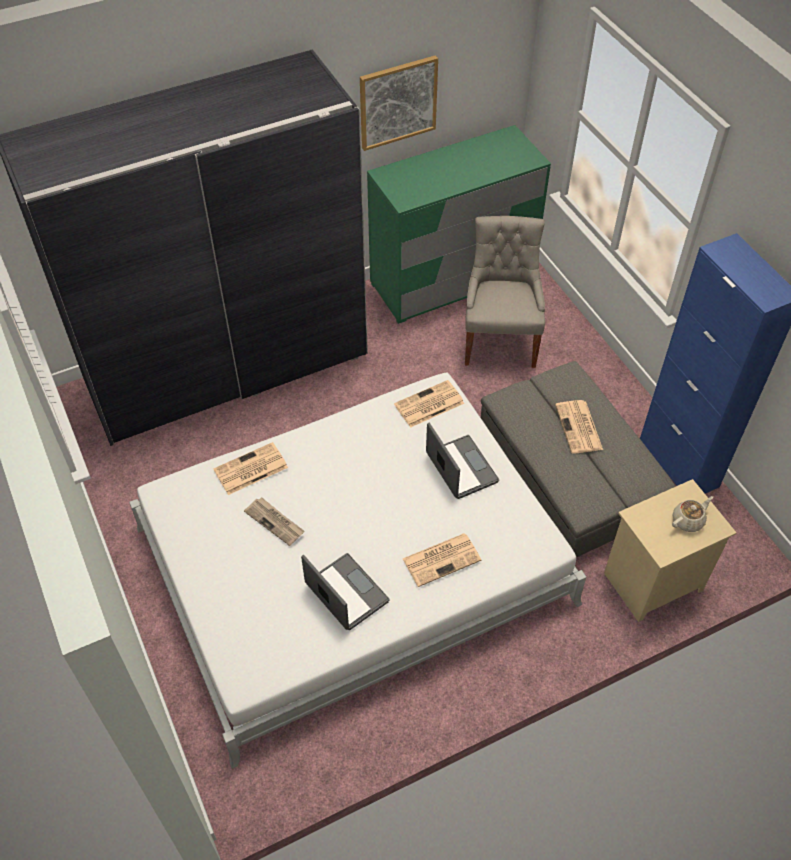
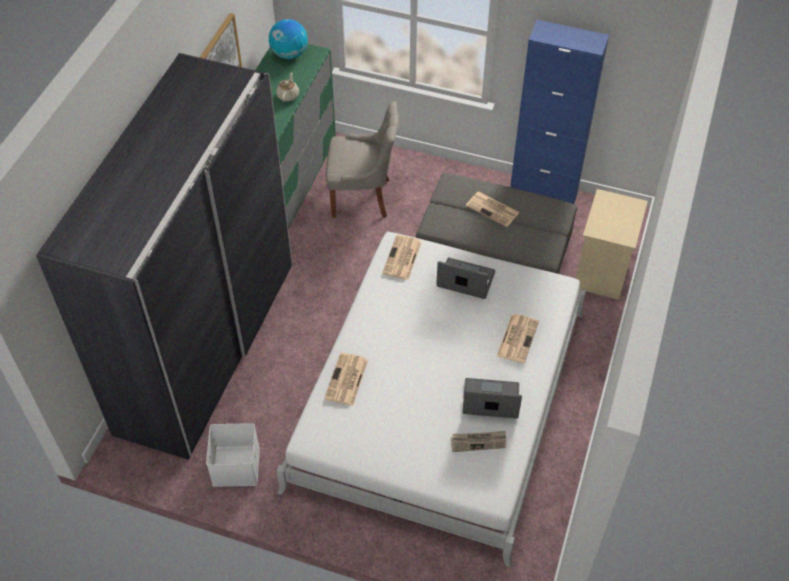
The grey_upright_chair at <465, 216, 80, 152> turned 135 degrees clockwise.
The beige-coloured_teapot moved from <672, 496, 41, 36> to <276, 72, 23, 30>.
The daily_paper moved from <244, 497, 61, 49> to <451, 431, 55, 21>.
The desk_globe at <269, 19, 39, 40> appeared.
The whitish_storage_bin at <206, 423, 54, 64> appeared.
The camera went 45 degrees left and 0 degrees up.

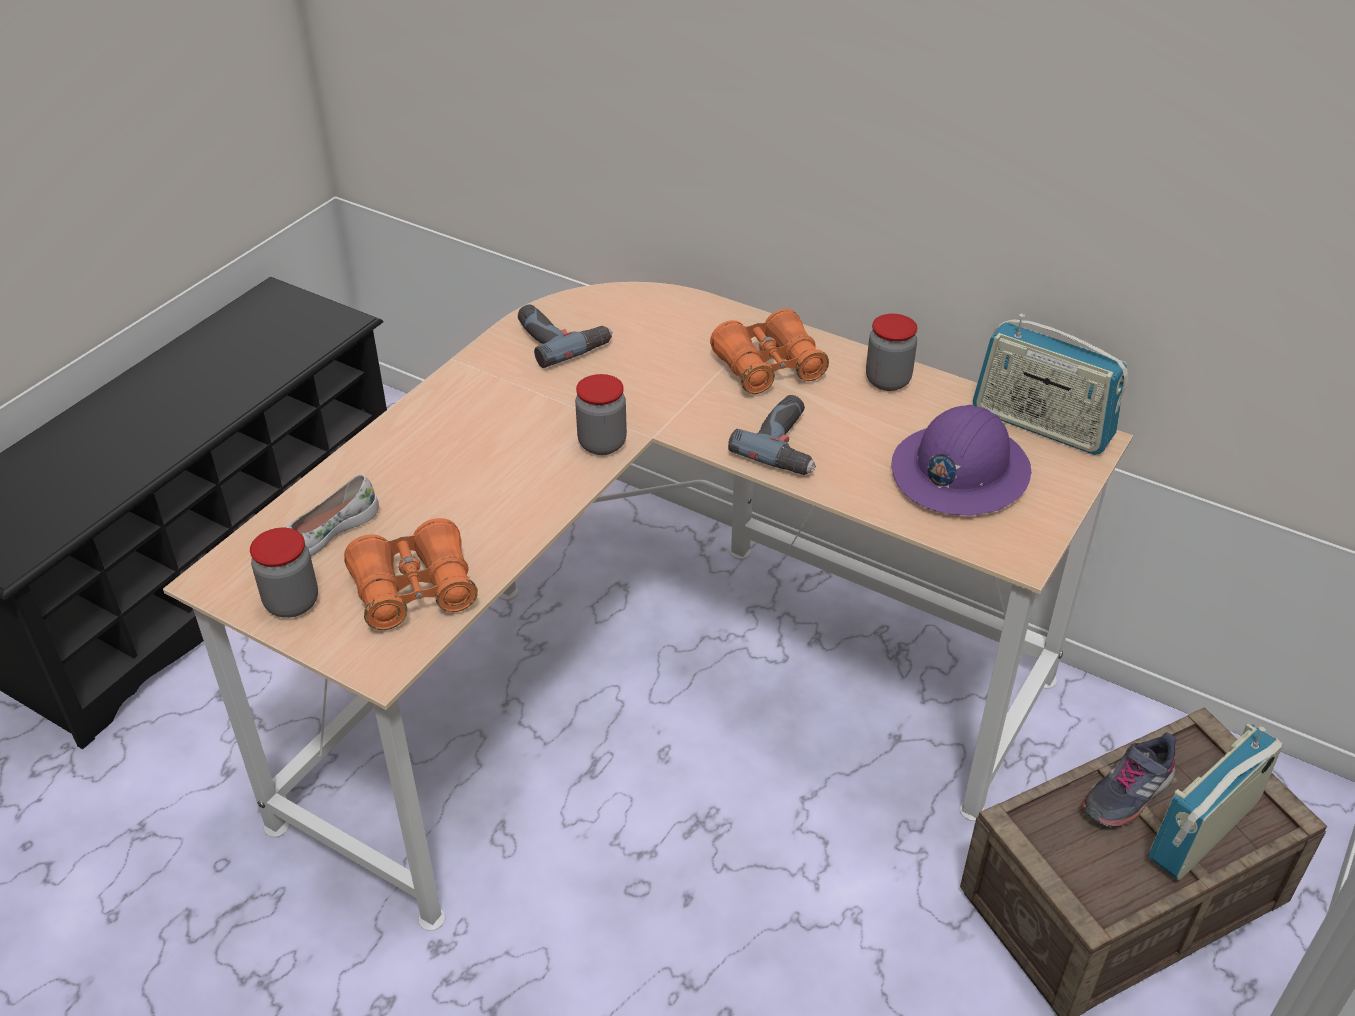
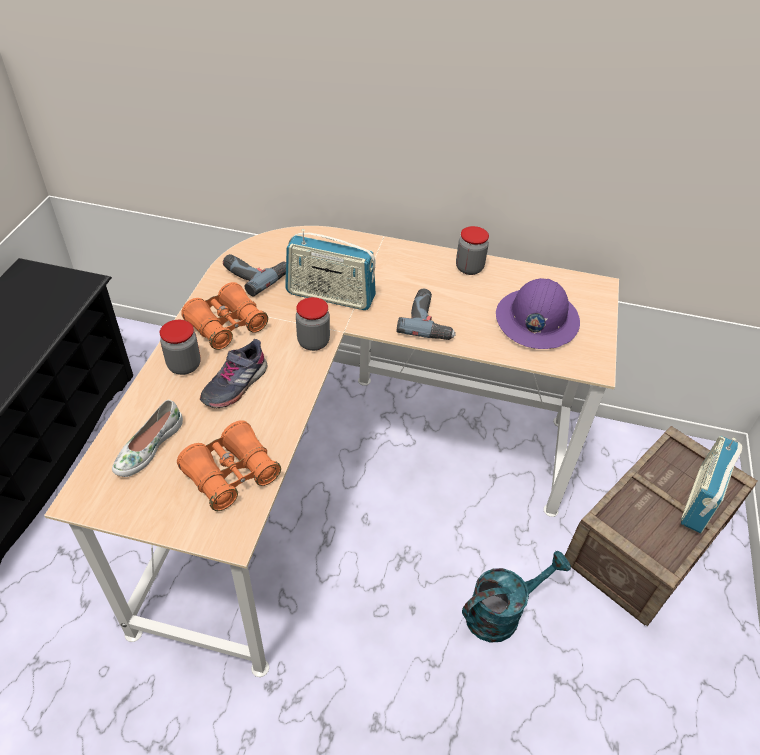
The orange_field_glasses moved from <710, 308, 119, 86> to <181, 282, 87, 68>.
The radio_set moved from <973, 314, 155, 141> to <285, 229, 91, 81>.
The storage_jar moved from <250, 528, 68, 90> to <160, 320, 41, 55>.
The grey_shoe moved from <1081, 733, 95, 94> to <200, 339, 67, 69>.
The blue-green_sprinkling_can at <462, 551, 109, 92> appeared.
The camera went 20 degrees left and 5 degrees up.

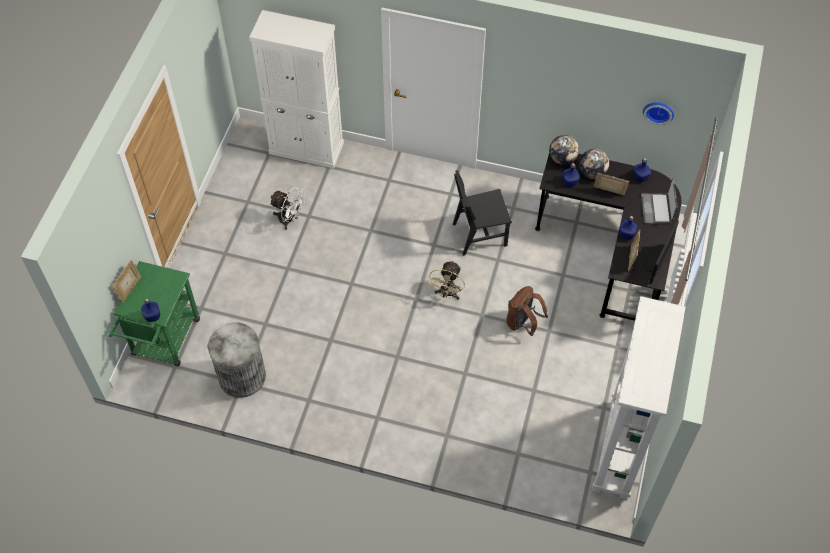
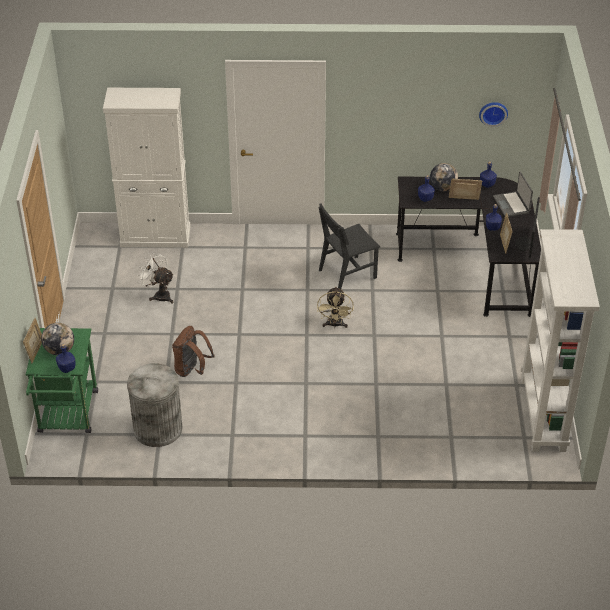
The desk_globe moved from <549, 135, 30, 30> to <41, 323, 33, 32>.
The whitish_fan at <270, 187, 35, 43> turned 150 degrees counterclockwise.
The brown-coloured_knapsack moved from <506, 286, 42, 50> to <172, 326, 43, 51>.
The camera went 15 degrees left and 15 degrees down.

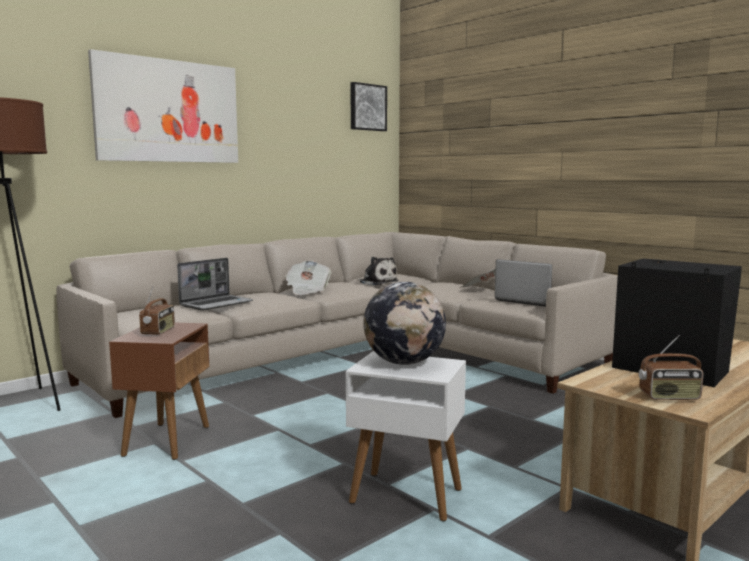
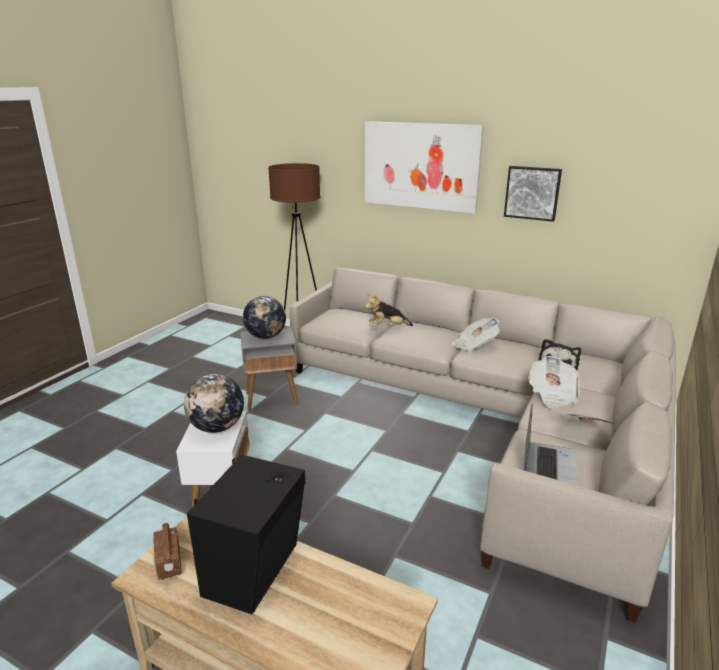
The wall_art moved from <350, 82, 37, 49> to <504, 166, 58, 56>.
The laptop at <177, 258, 76, 53> was replaced by the plush_toy at <365, 293, 48, 34>.
The radio_set at <139, 287, 36, 48> was replaced by the desk_globe at <243, 296, 43, 43>.
The brown-coloured_end_table at <109, 323, 100, 137> became the grey_end_table at <240, 328, 58, 82>.
The daily_paper at <528, 356, 52, 52> appeared.
The camera went 70 degrees right and 15 degrees up.

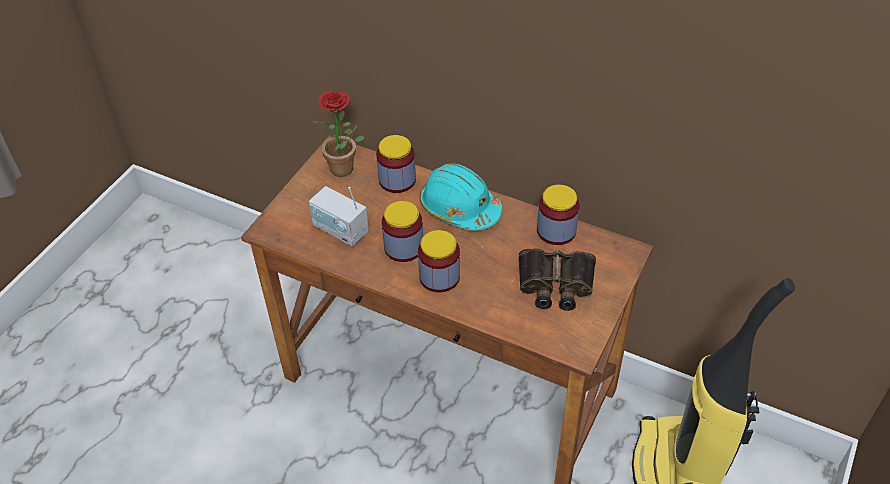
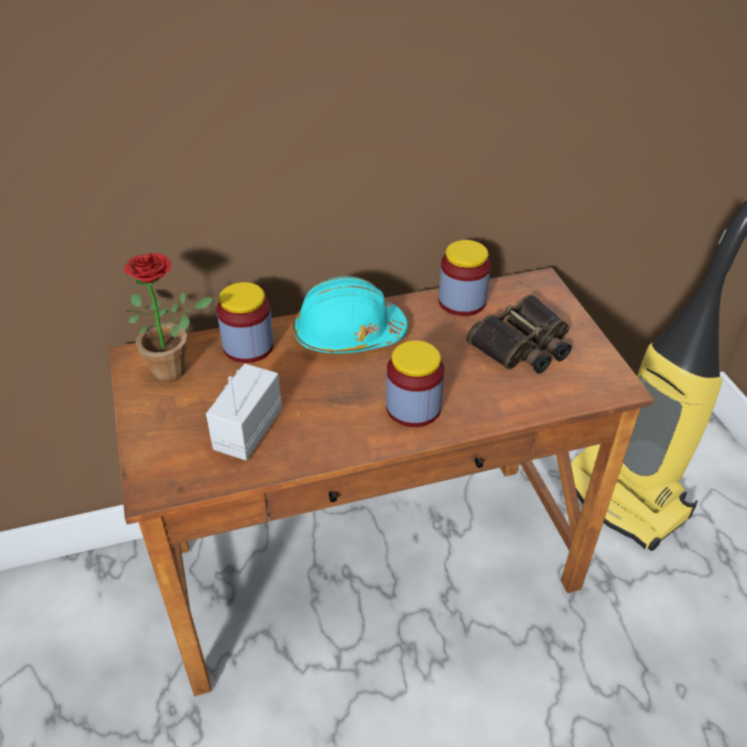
The radio_set at <309, 186, 60, 61> turned 120 degrees clockwise.
The storage_jar at <382, 201, 41, 61> disappeared.
The camera went 45 degrees left and 5 degrees down.

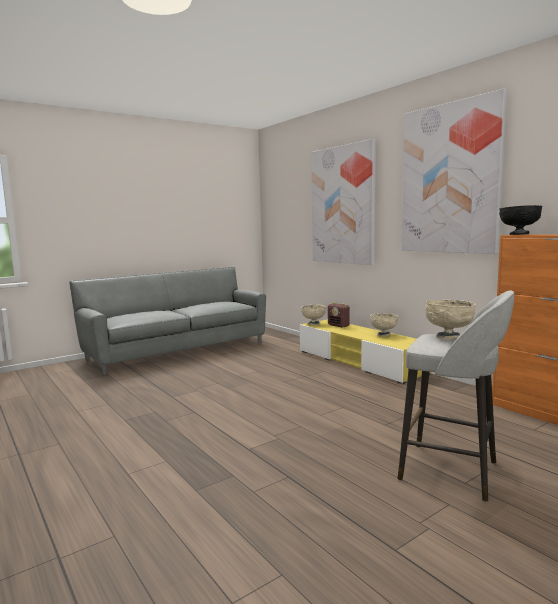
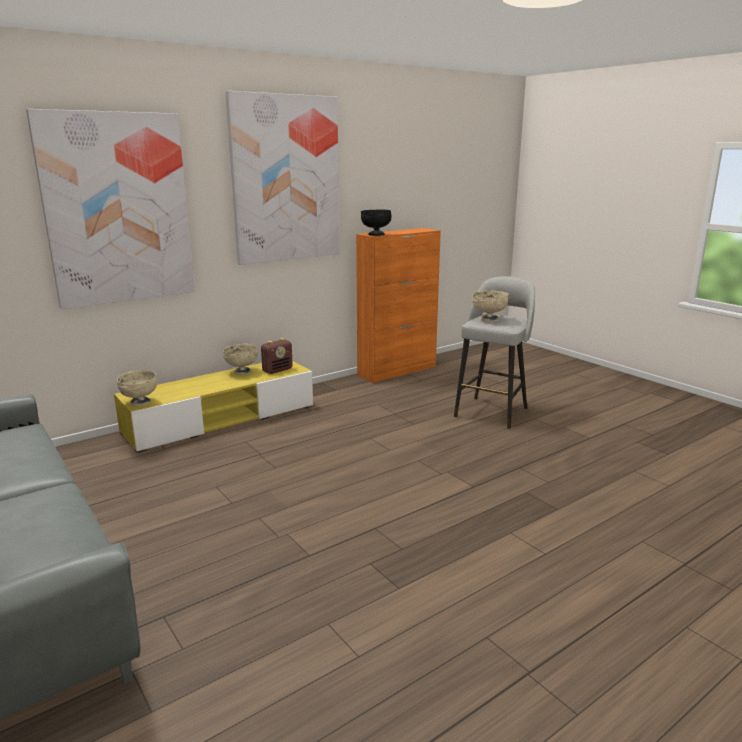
The radio_set moved from <328, 302, 22, 26> to <261, 338, 32, 36>.
The camera went 90 degrees left and 10 degrees up.

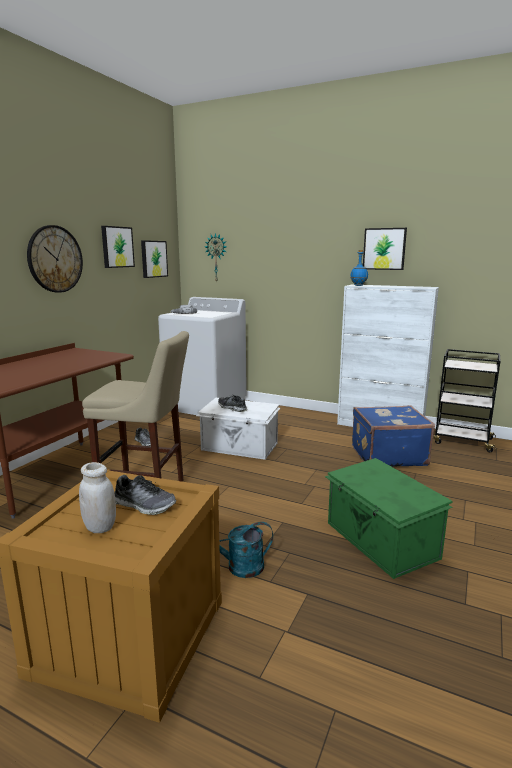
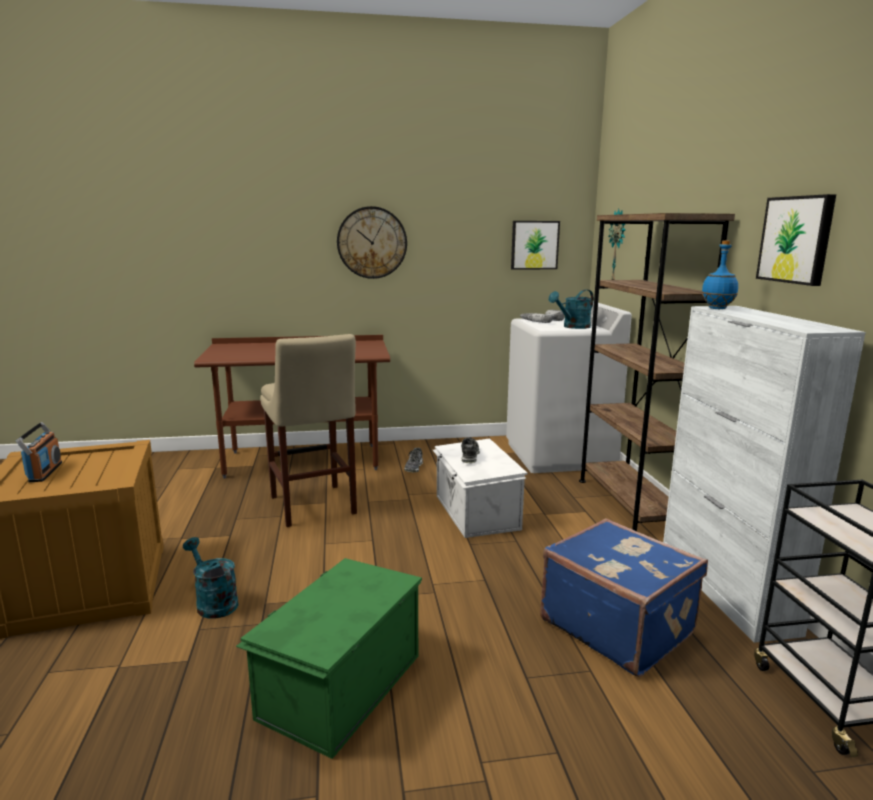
The wall_art at <101, 226, 34, 42> disappeared.
The whitish_storage_jar at <79, 462, 37, 71> was replaced by the radio_set at <16, 422, 46, 60>.
The shoe at <114, 475, 63, 40> disappeared.
The brown-coloured_shelving_unit at <579, 213, 156, 318> appeared.
The blue-green_sprinkling_can at <549, 289, 45, 40> appeared.
The camera went 55 degrees right and 0 degrees up.

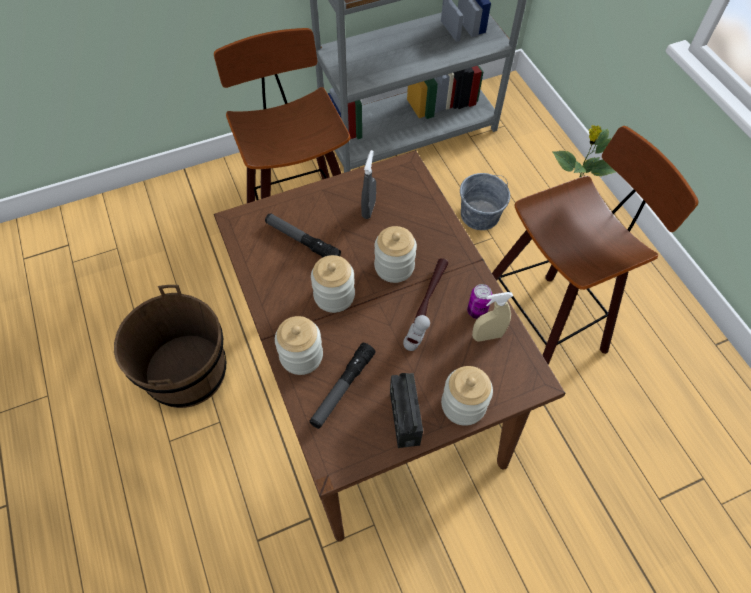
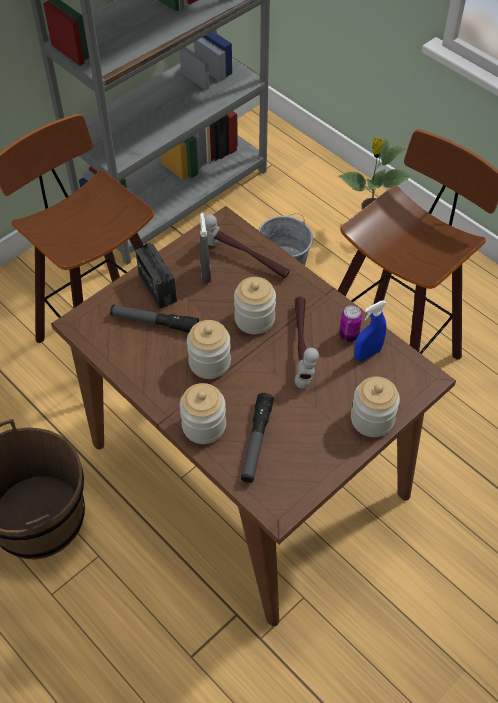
The beige-coloured_sprayer at <472, 292, 41, 50> became the bluish_sprayer at <354, 300, 33, 61>.
The radio_set moved from <390, 373, 33, 75> to <135, 242, 42, 67>.
The hand_hammer at <204, 214, 86, 65> appeared.
The camera went 20 degrees left and 5 degrees down.

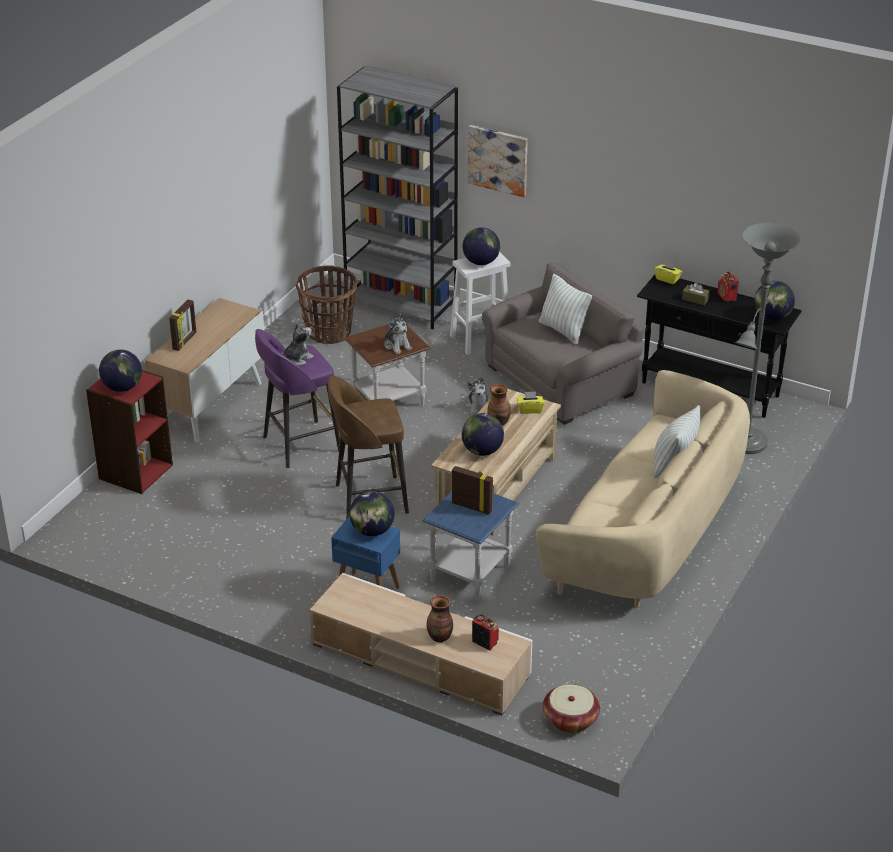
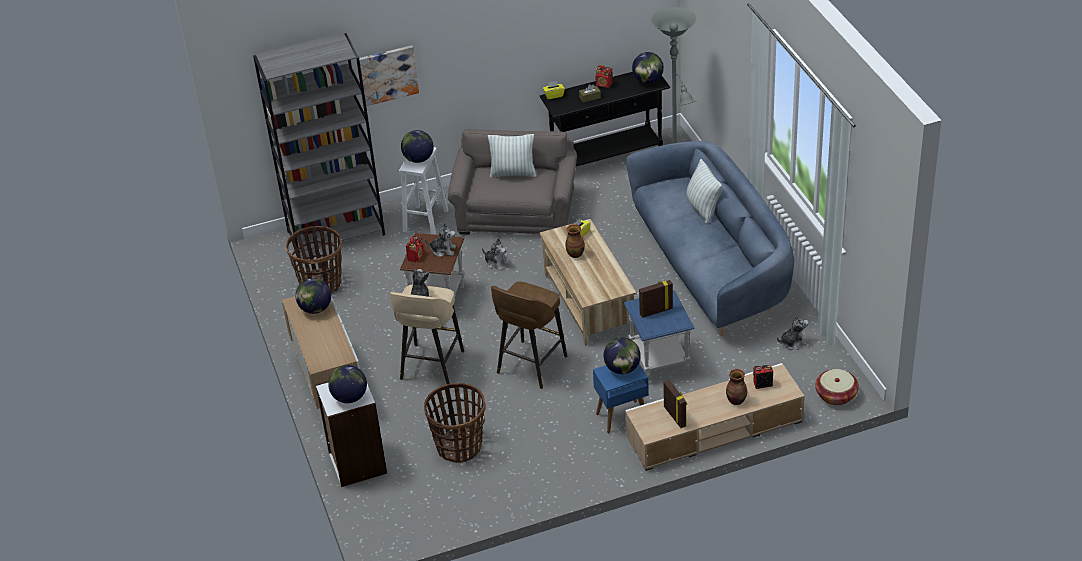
The photo_frame moved from <169, 299, 27, 52> to <663, 380, 24, 48>.
The purplish_stool at <255, 329, 85, 139> became the beige-coloured_stool at <390, 285, 74, 99>.
The red-coloured_shelving_unit at <86, 370, 87, 124> became the whitish_shelving_unit at <316, 381, 71, 106>.
The beige-coloured_sofa at <536, 370, 214, 238> became the bluish_sofa at <626, 141, 168, 195>.
The desk_globe moved from <462, 413, 42, 43> to <295, 278, 36, 36>.
The radio_set at <406, 236, 18, 26> appeared.
The plush_toy at <777, 315, 32, 35> appeared.
The storage_basket at <424, 383, 62, 80> appeared.
The camera went 45 degrees left and 5 degrees up.

